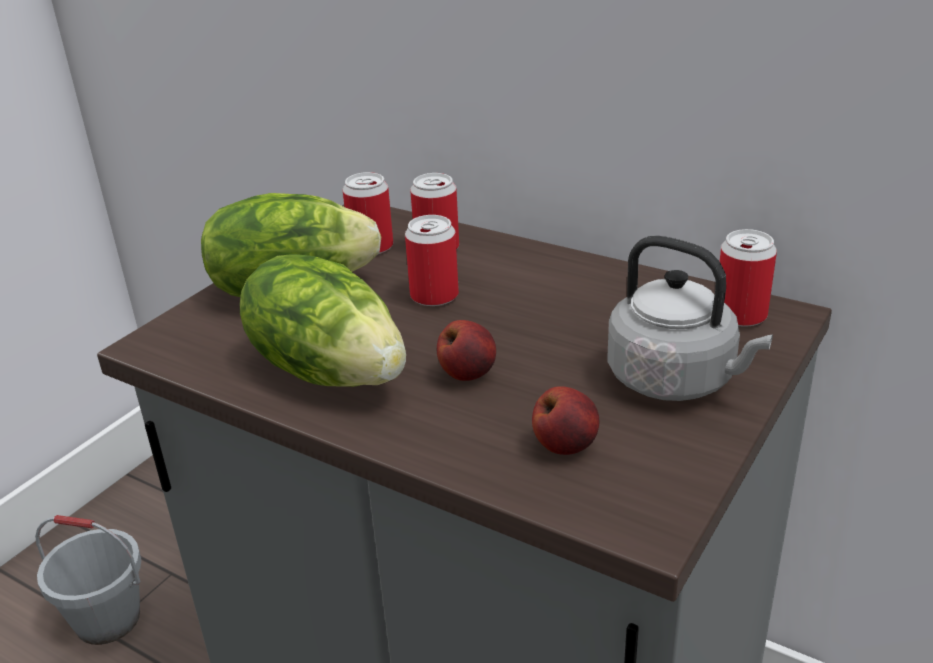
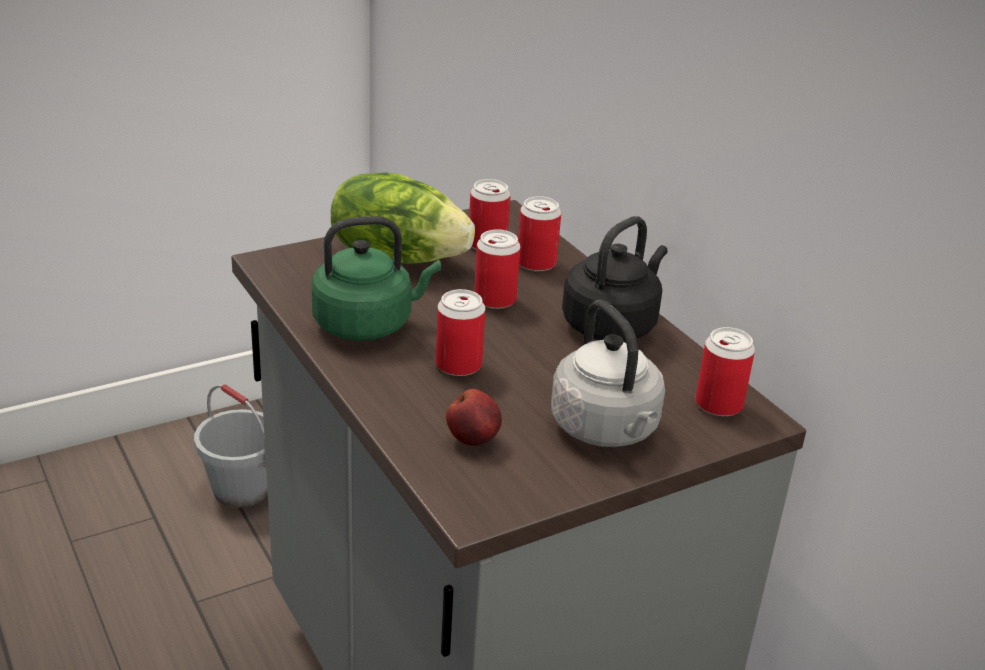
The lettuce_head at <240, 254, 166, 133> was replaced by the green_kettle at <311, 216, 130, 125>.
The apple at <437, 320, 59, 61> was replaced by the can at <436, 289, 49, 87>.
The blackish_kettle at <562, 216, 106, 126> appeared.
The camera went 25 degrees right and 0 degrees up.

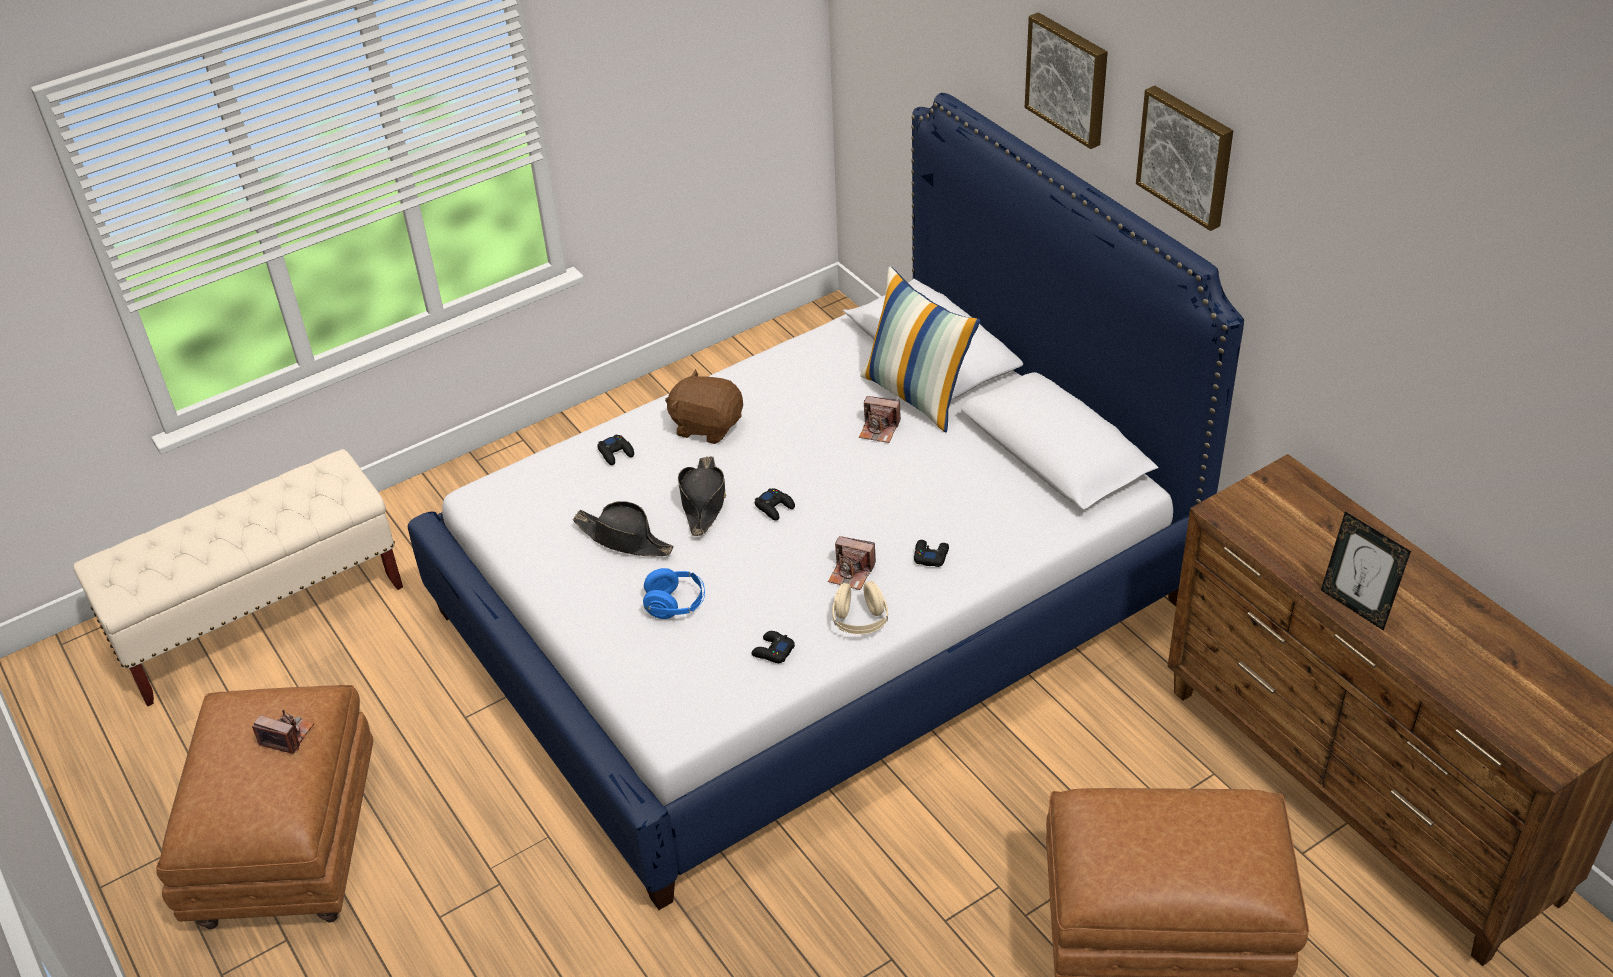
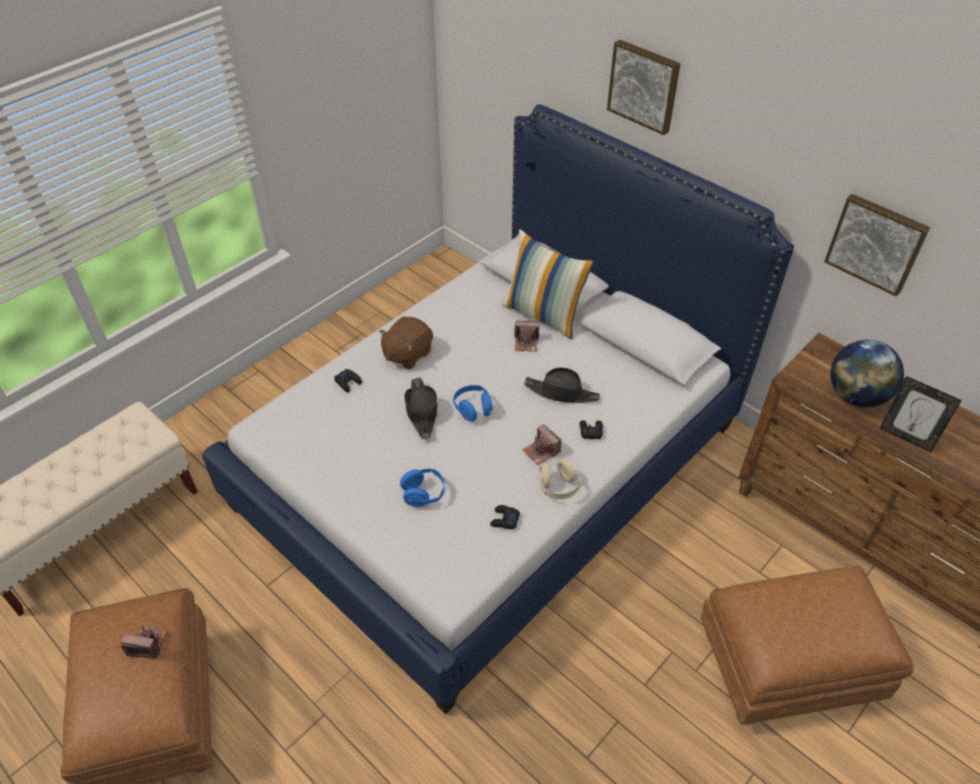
The wall_art moved from <1136, 86, 97, 145> to <824, 194, 106, 103>.
The brown-coloured_plush_toy at <665, 369, 78, 75> turned 60 degrees counterclockwise.
The blackish_game_controller at <755, 488, 40, 33> was replaced by the bluish_headphones at <453, 385, 40, 37>.
The blackish_clothing_hat moved from <573, 501, 101, 55> to <524, 368, 76, 35>.
The still_camera at <828, 536, 48, 54> turned 45 degrees clockwise.
The desk_globe at <830, 340, 74, 67> appeared.
The camera went 15 degrees left and 5 degrees up.

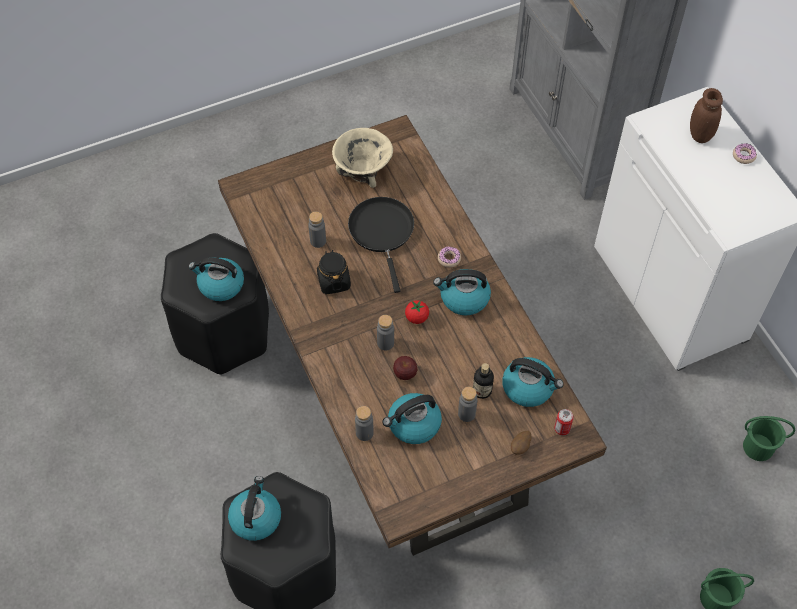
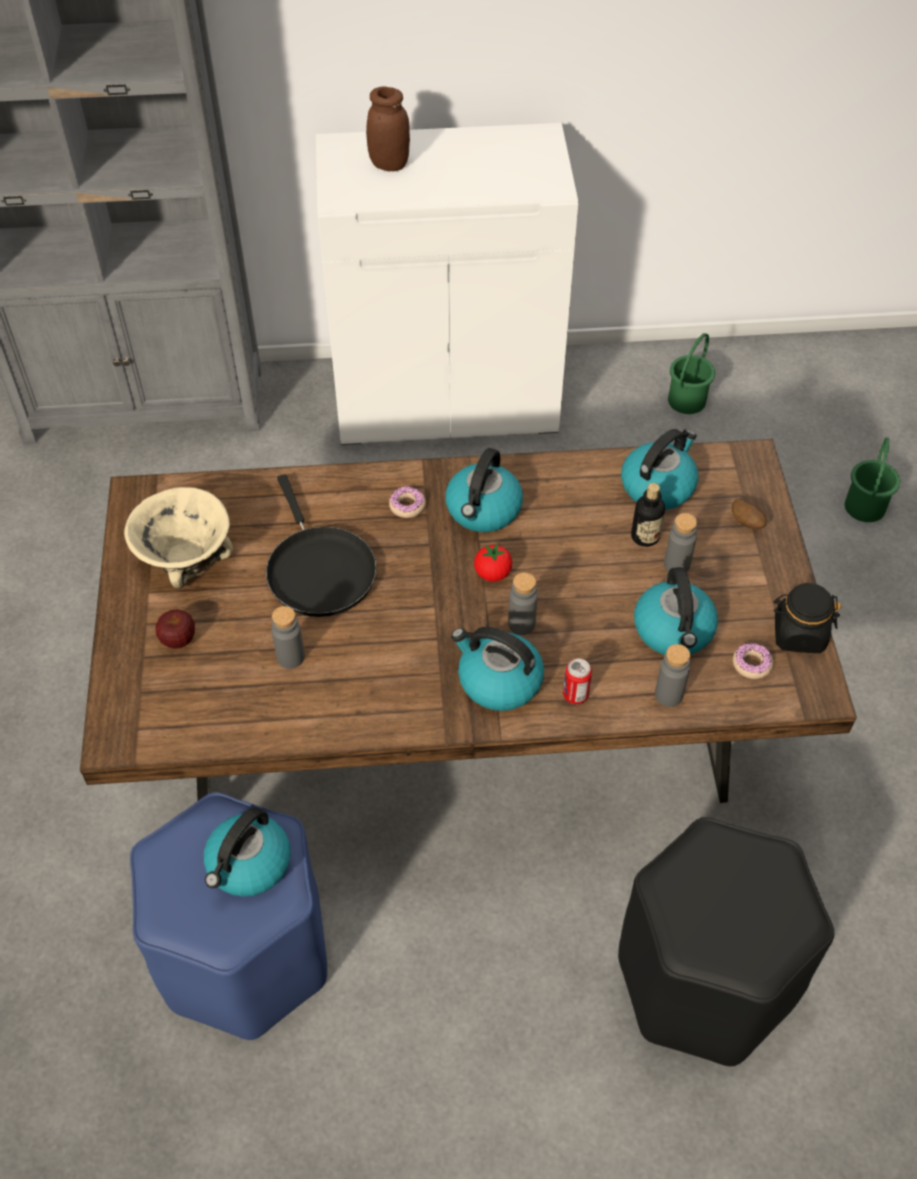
The ring_doughnut moved from <733, 144, 24, 20> to <733, 643, 40, 36>.
The blackish_pan at <348, 197, 66, 96> turned 120 degrees counterclockwise.
The blackish_stool at <161, 233, 108, 142> became the bluish_stool at <130, 792, 197, 248>.
The blackish_storage_jar moved from <317, 250, 34, 45> to <774, 583, 67, 70>.
The apple moved from <393, 356, 25, 24> to <156, 610, 39, 39>.
The can moved from <554, 409, 20, 26> to <563, 659, 29, 45>.
The kettle moved from <228, 476, 53, 65> to <451, 627, 93, 84>.
The camera went 70 degrees left and 5 degrees down.

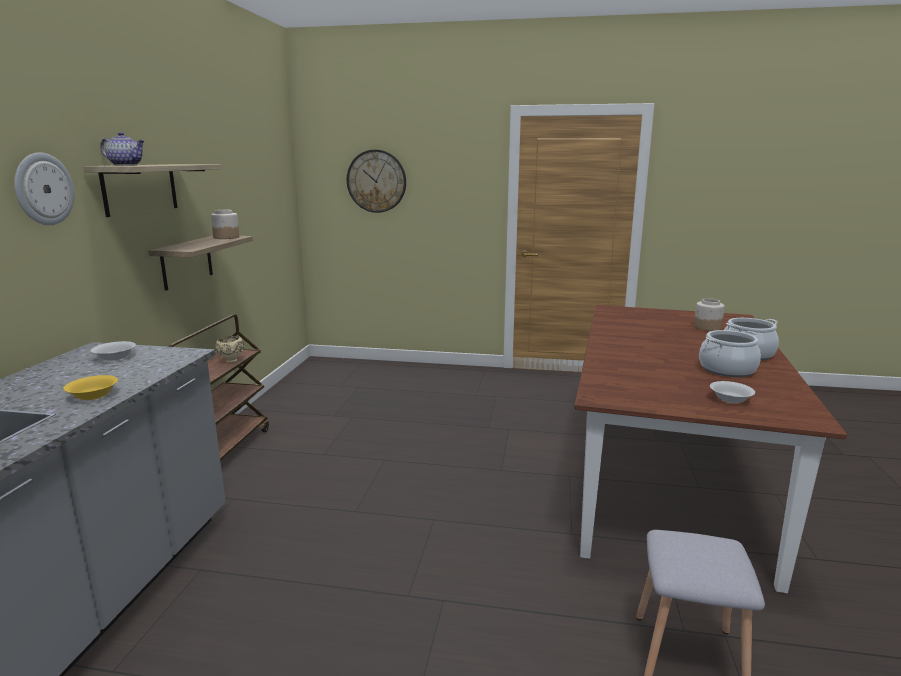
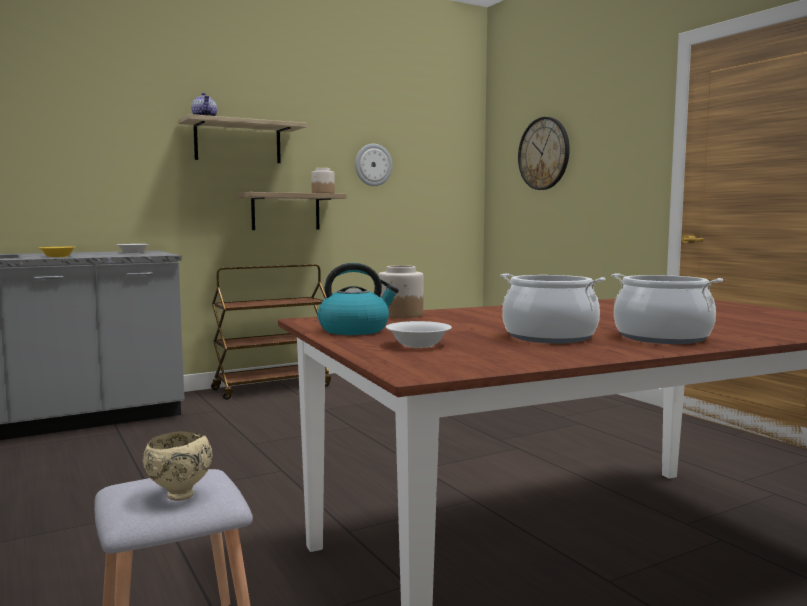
The wall_clock moved from <14, 152, 60, 73> to <355, 144, 37, 42>.
The storage_jar moved from <694, 298, 31, 33> to <379, 265, 44, 53>.
The beige-coloured_serving_bowl moved from <216, 336, 28, 27> to <143, 431, 69, 70>.
The kettle at <318, 263, 81, 72> appeared.
The camera went 50 degrees right and 10 degrees down.

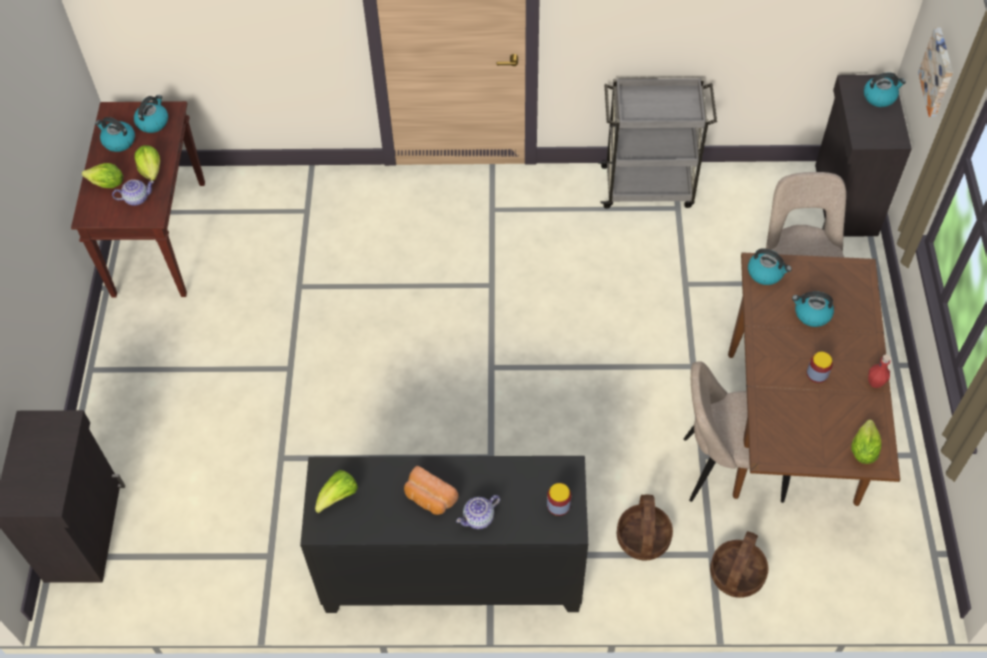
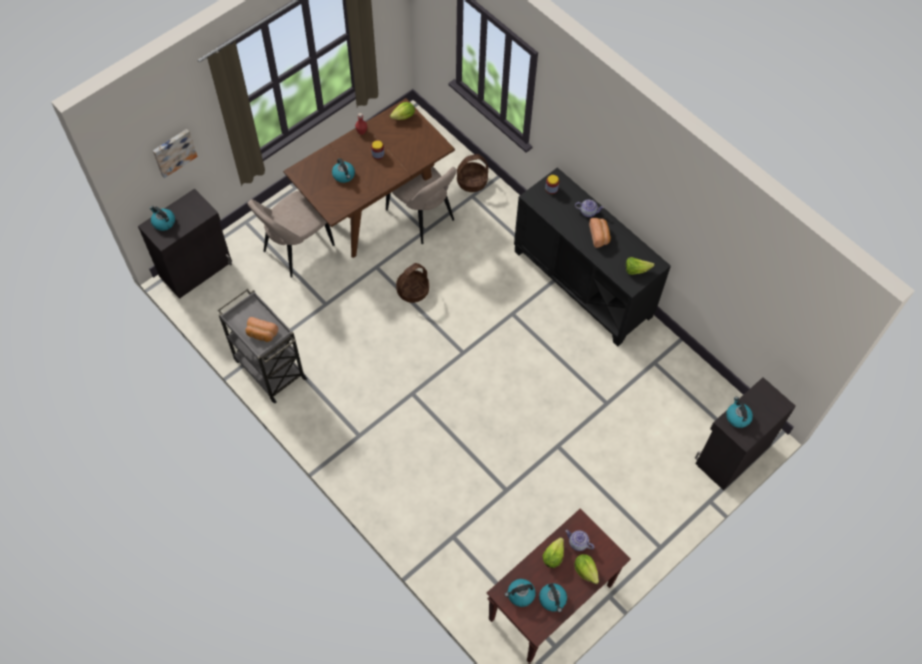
The kettle moved from <748, 248, 44, 37> to <726, 397, 27, 31>.
The storage_basket moved from <617, 494, 56, 67> to <396, 263, 33, 40>.
The bakery_bread at <246, 317, 32, 25> appeared.
The camera went 135 degrees left and 5 degrees up.

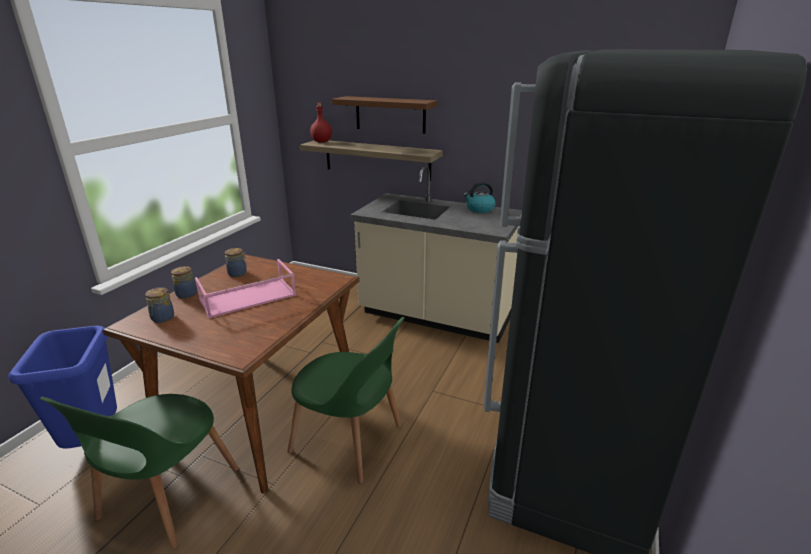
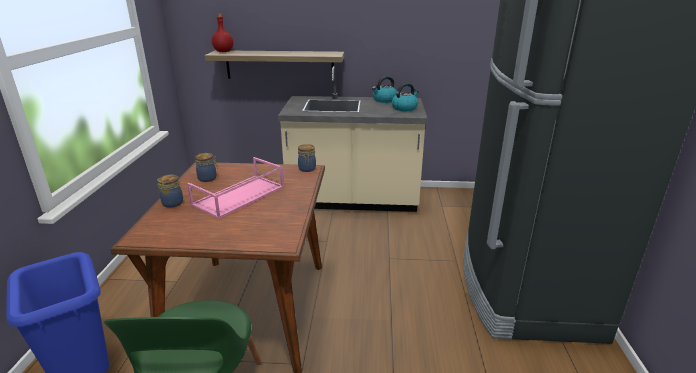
The brown-coloured_wall_shelf at <331, 96, 107, 38> disappeared.
The storage_jar moved from <145, 287, 29, 36> to <298, 144, 18, 28>.
The green_upright_chair at <287, 317, 117, 166> disappeared.
The kettle at <392, 83, 27, 28> appeared.
The camera went 20 degrees left and 0 degrees up.

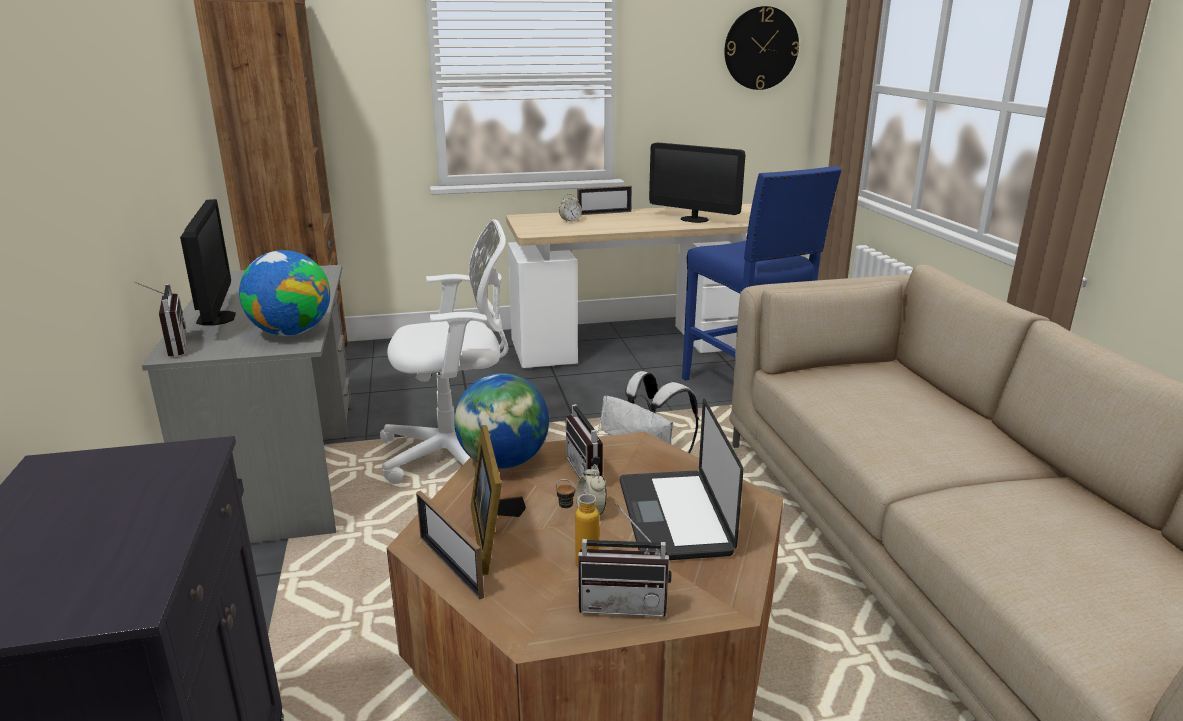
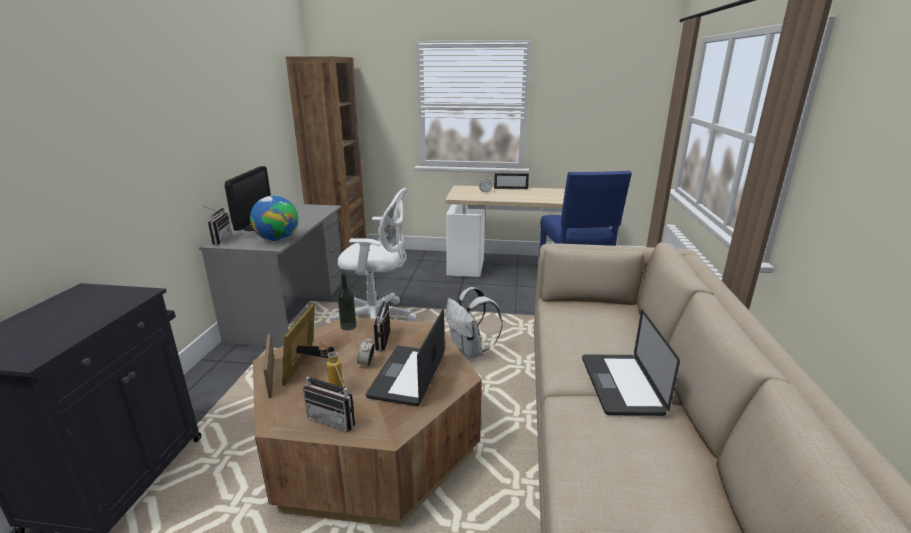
The wall_clock at <724, 6, 75, 84> disappeared.
The monitor at <649, 142, 96, 81> disappeared.
The desk_globe at <454, 374, 95, 95> was replaced by the drink_bottle at <337, 273, 20, 57>.
The laptop at <582, 310, 98, 106> appeared.
The camera went 20 degrees right and 0 degrees up.

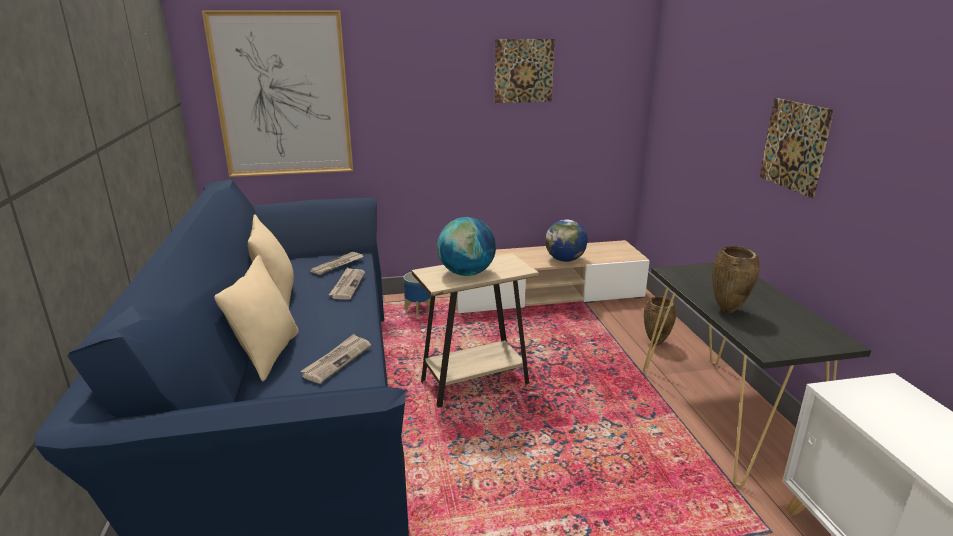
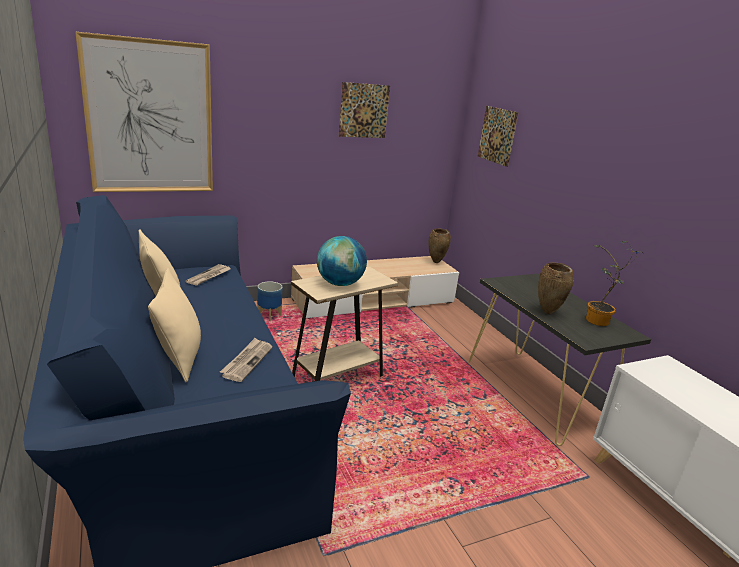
The wall_art moved from <759, 98, 75, 100> to <478, 106, 41, 61>.
The desk_globe at <545, 219, 43, 43> disappeared.
The daily_paper at <329, 267, 36, 33> disappeared.
The brown-coloured_flower_vase moved from <644, 296, 33, 49> to <429, 229, 22, 34>.
The potted_plant at <586, 241, 57, 85> appeared.
The camera went 15 degrees left and 0 degrees up.

